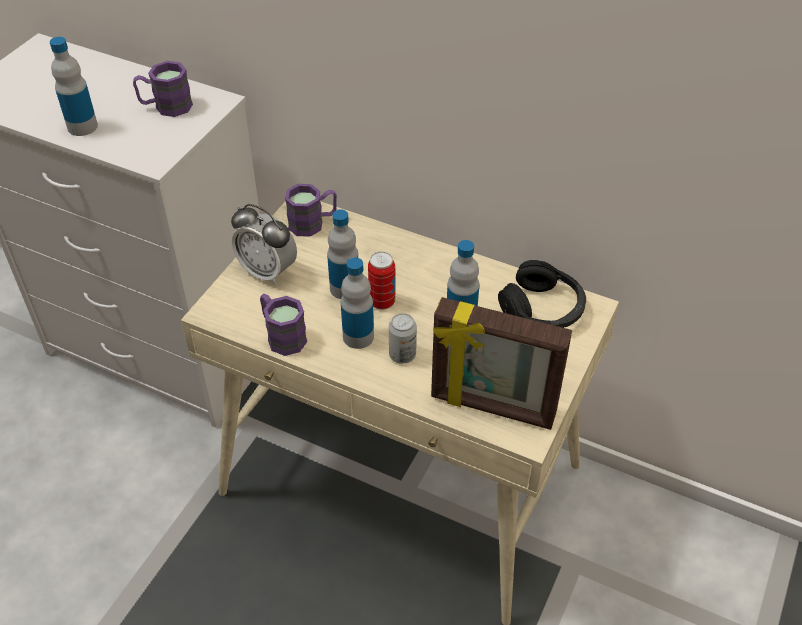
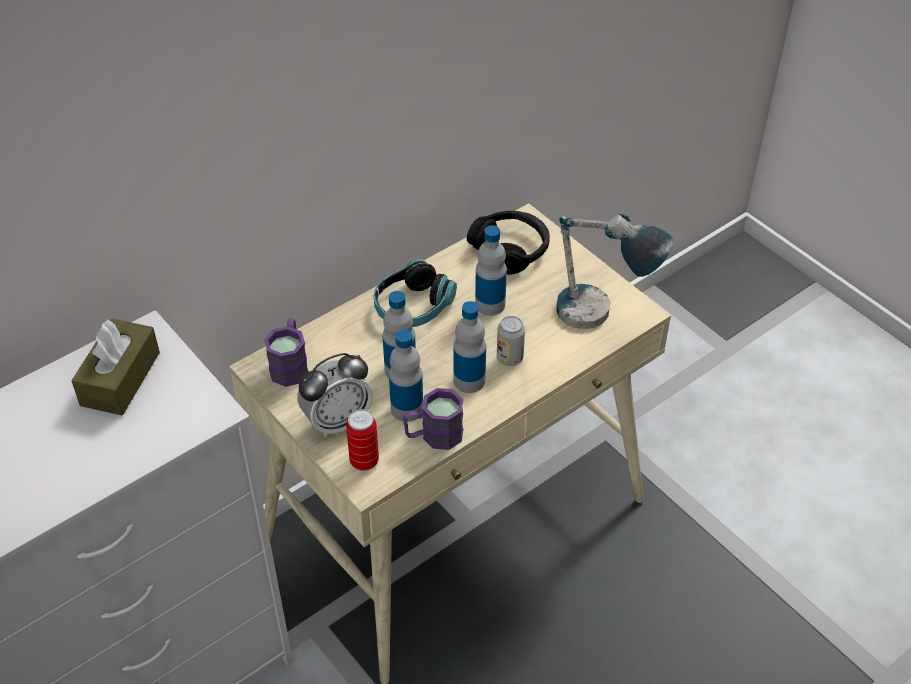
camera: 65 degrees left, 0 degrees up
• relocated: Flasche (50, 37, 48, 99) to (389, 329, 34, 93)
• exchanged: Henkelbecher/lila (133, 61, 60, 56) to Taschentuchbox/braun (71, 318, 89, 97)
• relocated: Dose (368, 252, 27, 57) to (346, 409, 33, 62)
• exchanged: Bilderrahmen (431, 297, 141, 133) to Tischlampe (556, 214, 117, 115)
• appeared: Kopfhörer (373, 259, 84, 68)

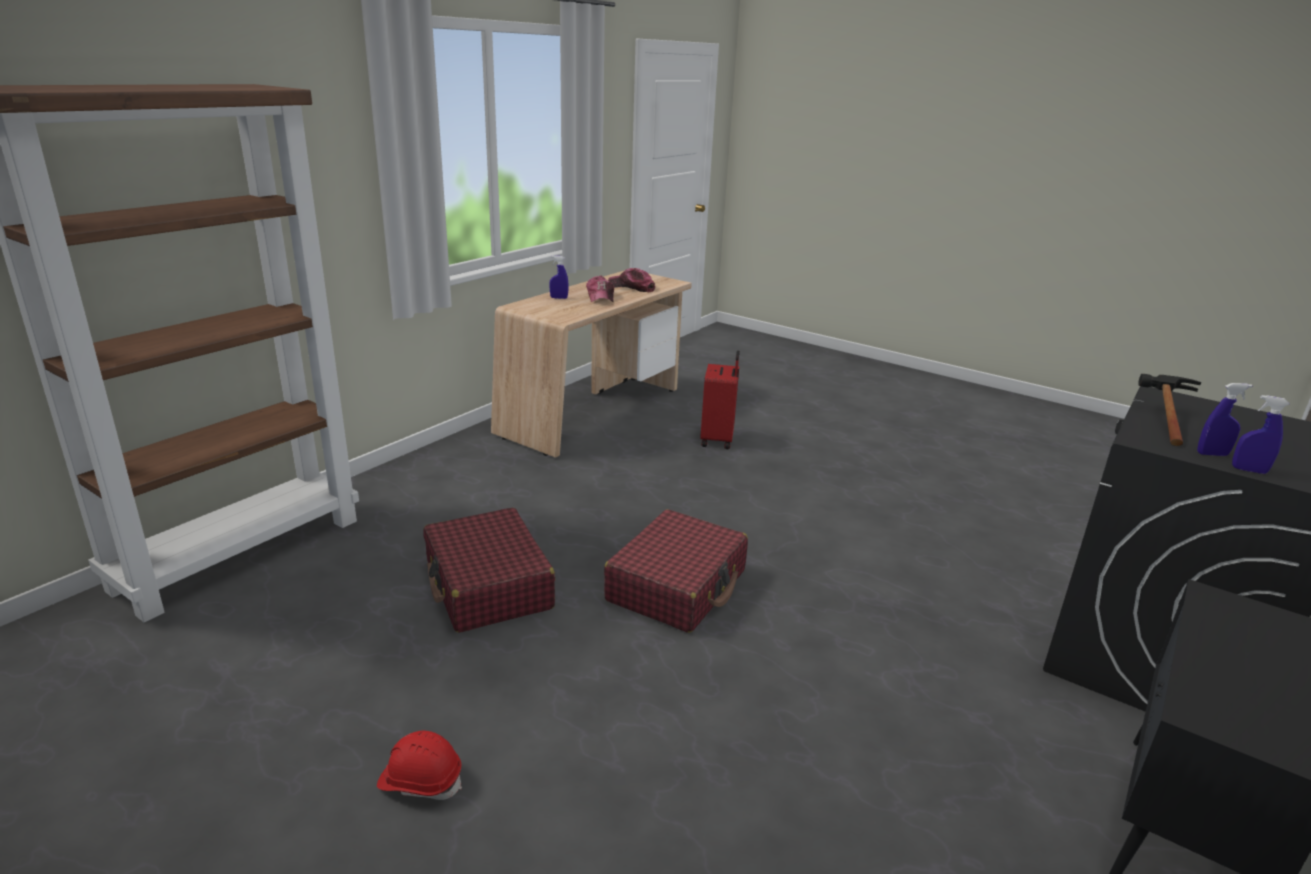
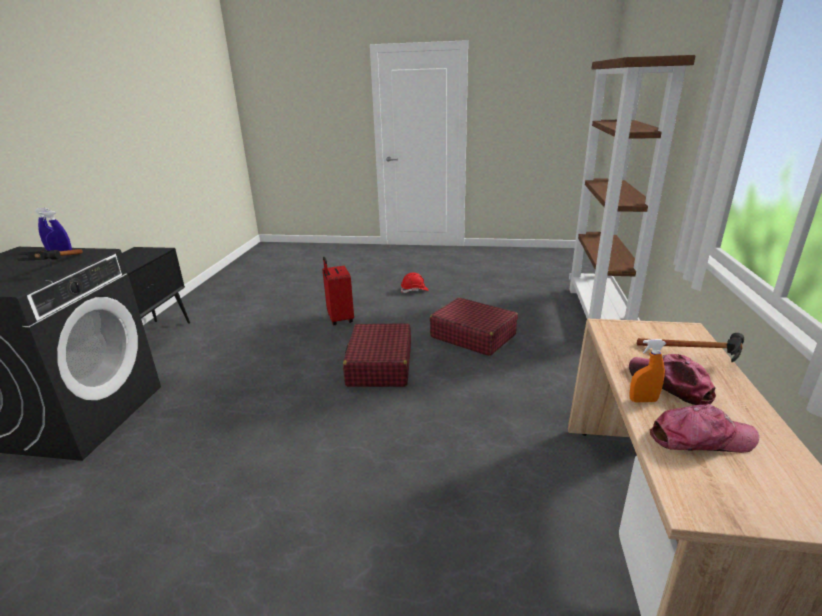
camera: 155 degrees right, 0 degrees up
• exchanged: Sprühflasche/blau (549, 255, 20, 44) to Hammer (637, 333, 107, 29)
• relocated: Koffer/rot (700, 350, 40, 99) to (322, 257, 32, 68)
• appeared: Sprühflasche/orange (629, 339, 37, 63)

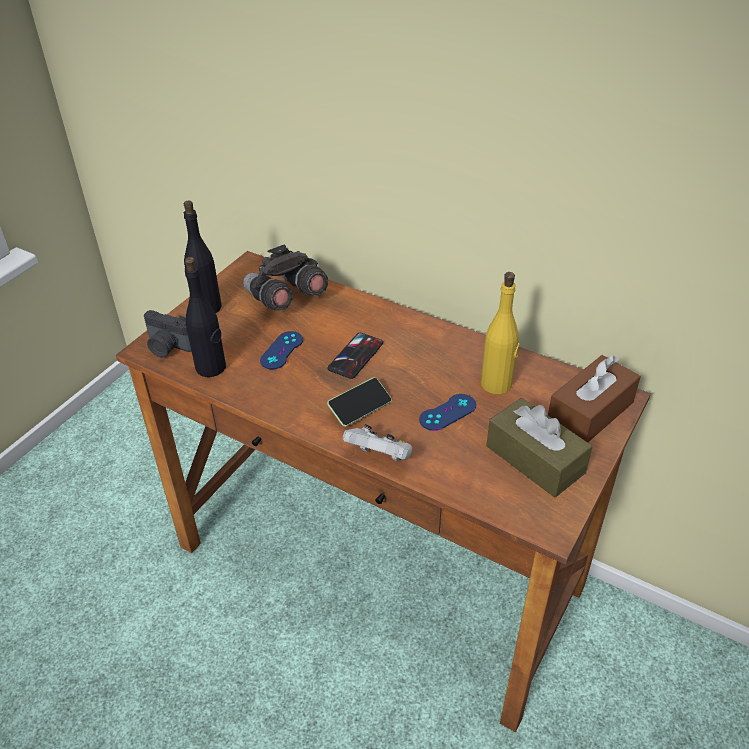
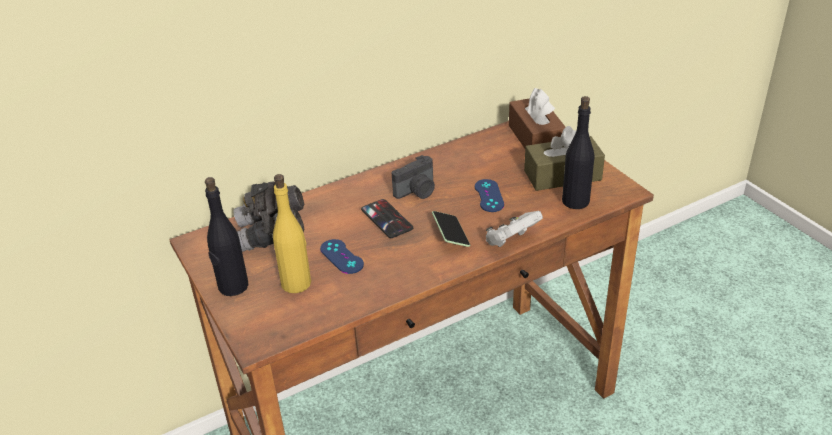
camera: 60 degrees left, 5 degrees down
• relocated: Flasche/schwarz (185, 257, 41, 120) to (562, 96, 32, 113)
• relocated: Flasche/gelb (481, 272, 38, 122) to (273, 174, 38, 119)
• relocated: Kamera (144, 310, 48, 48) to (392, 155, 43, 44)

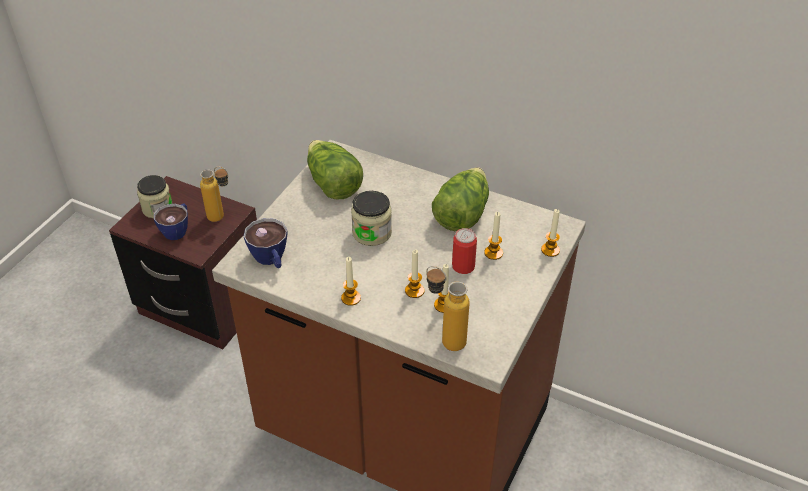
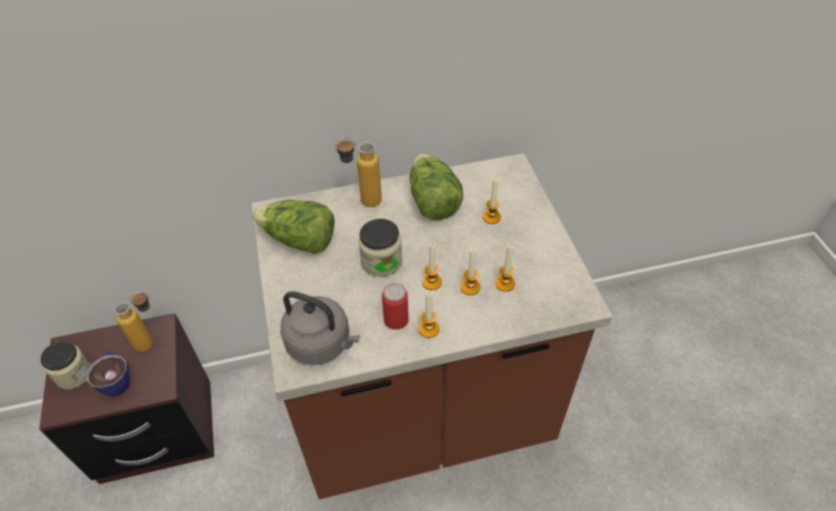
camera: 40 degrees left, 5 degrees up
• relocated: Kerze (541, 209, 19, 48) to (422, 243, 20, 47)
• exchanged: Tasse (244, 218, 43, 50) to Wasserkessel/grau (280, 291, 80, 74)
• relocated: Dose (452, 228, 25, 46) to (382, 282, 27, 48)
• relocated: Flasche (426, 266, 44, 85) to (335, 137, 47, 70)

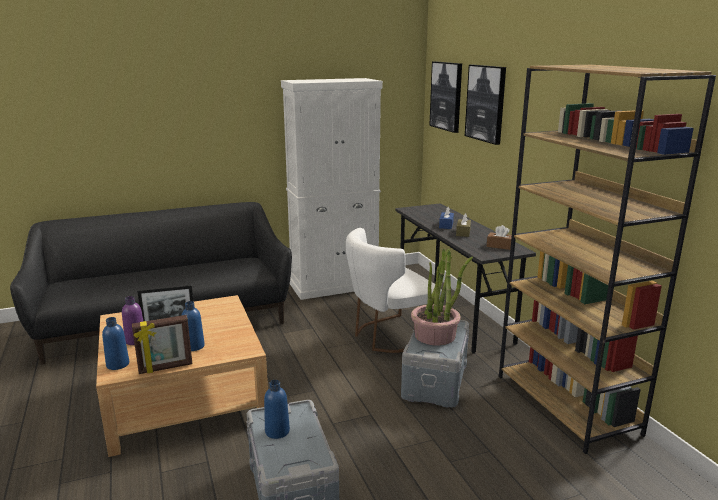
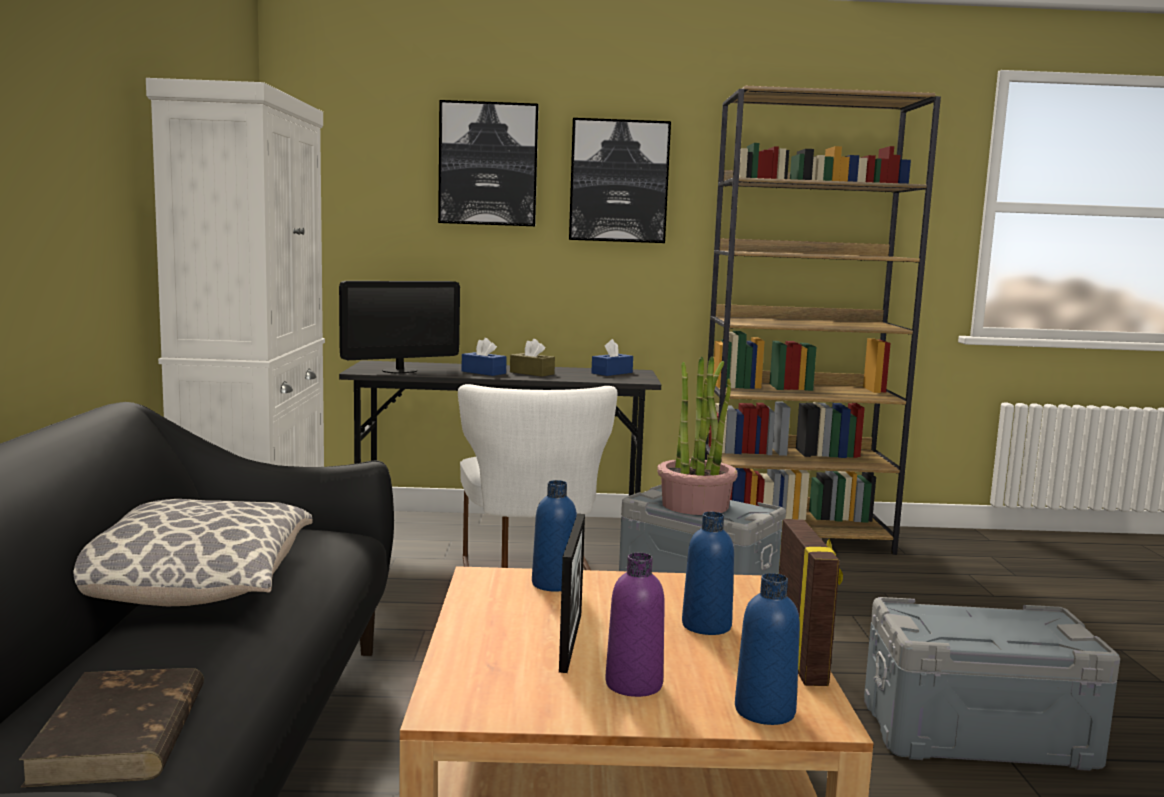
camera: 70 degrees left, 10 degrees down
• relocated: Bild (429, 61, 33, 72) to (569, 118, 102, 125)
• colour: Taschentuchbox/braun (487, 225, 25, 25) to Taschentuchbox/blau (591, 339, 42, 37)
• relocated: Flasche/blau (264, 380, 26, 59) to (532, 480, 45, 112)
• appeared: Monitor (339, 281, 121, 92)
• appeared: Kissen (74, 499, 239, 107)
• appeared: Buch/braun (19, 668, 185, 120)

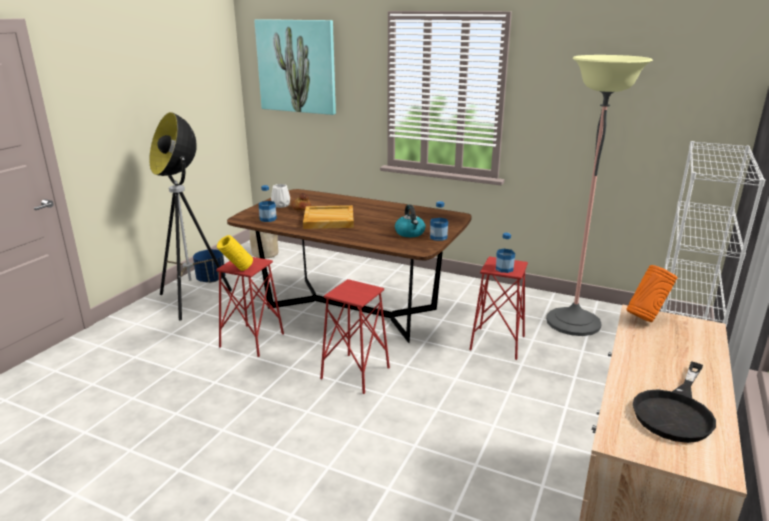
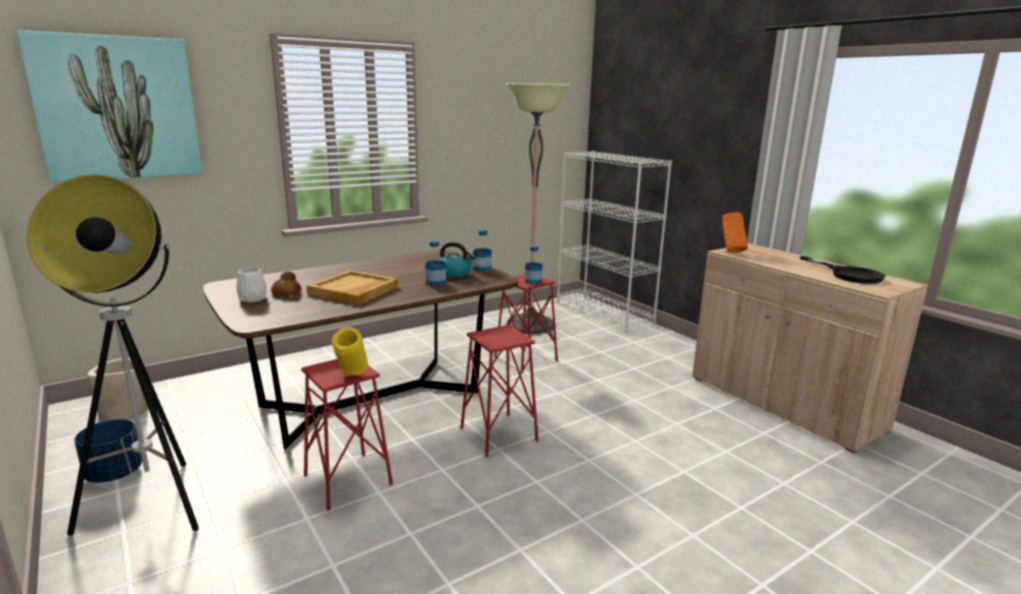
camera: 60 degrees left, 5 degrees down
• relocated: Flasche (259, 185, 18, 37) to (425, 241, 21, 45)

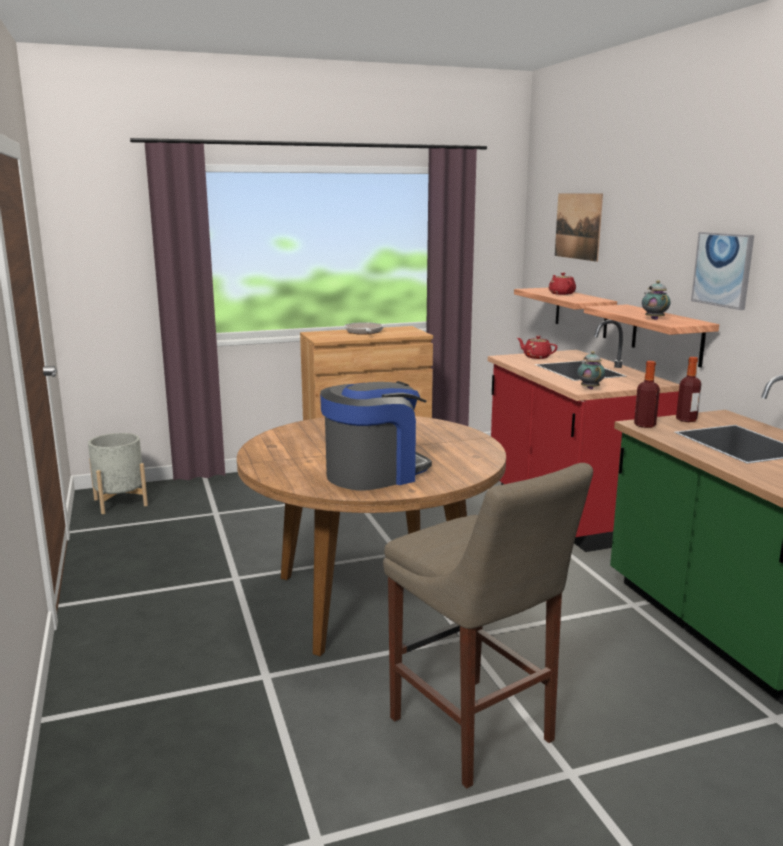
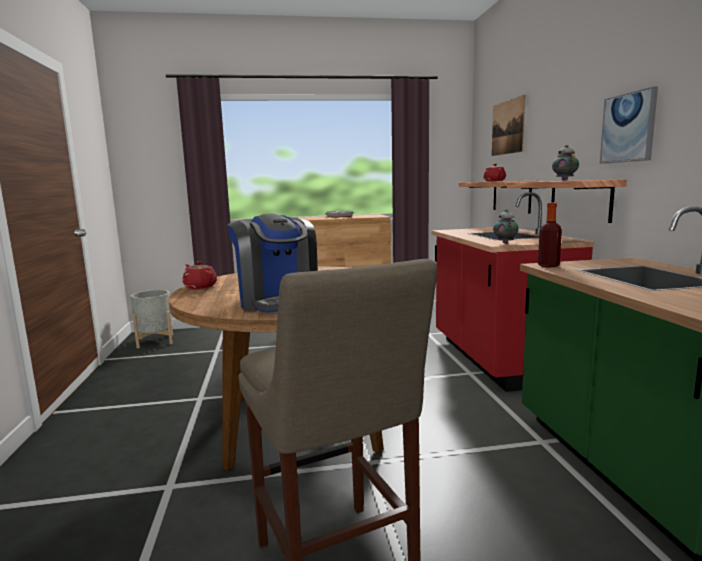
camera: 10 degrees right, 5 degrees down
• relocated: Teekanne/rot (517, 336, 41, 23) to (182, 261, 35, 28)
• missing: Flasche (676, 357, 25, 65)
• spun: Kaffeemaschine (320, 381, 112, 109) = (228, 214, 90, 99) 90 degrees clockwise

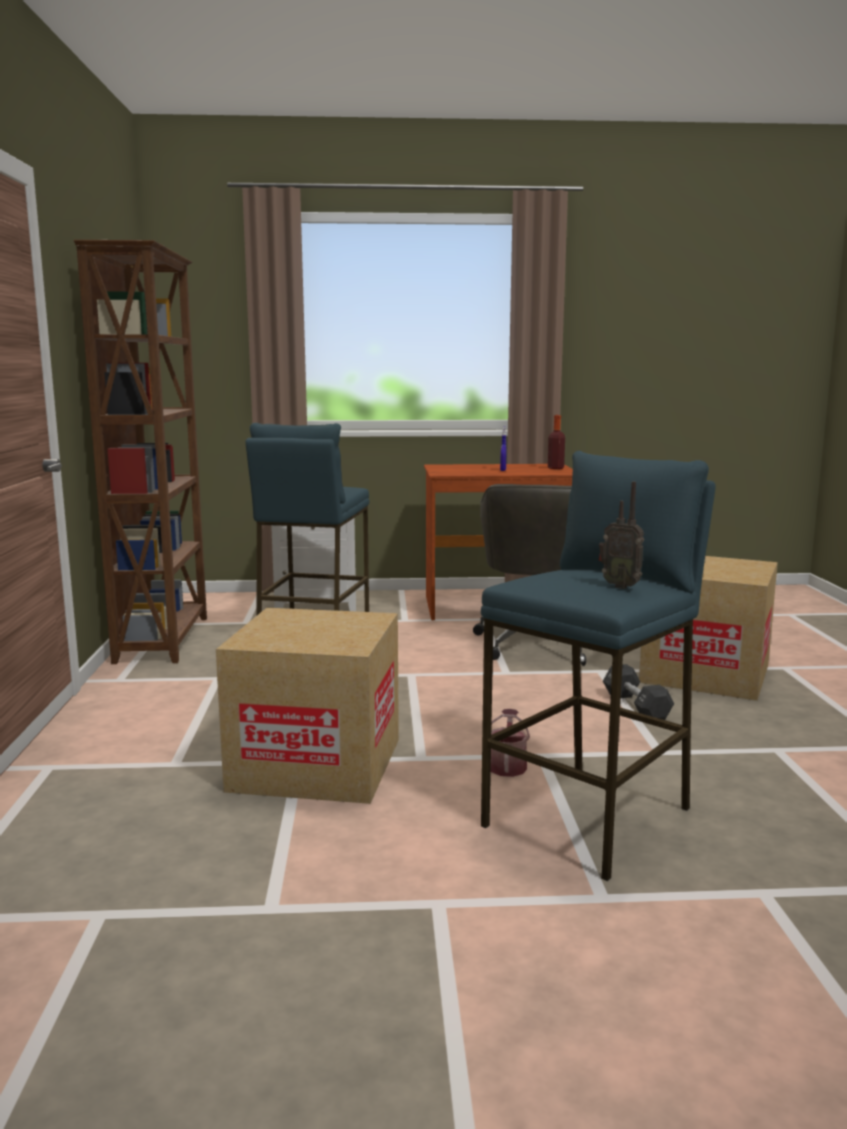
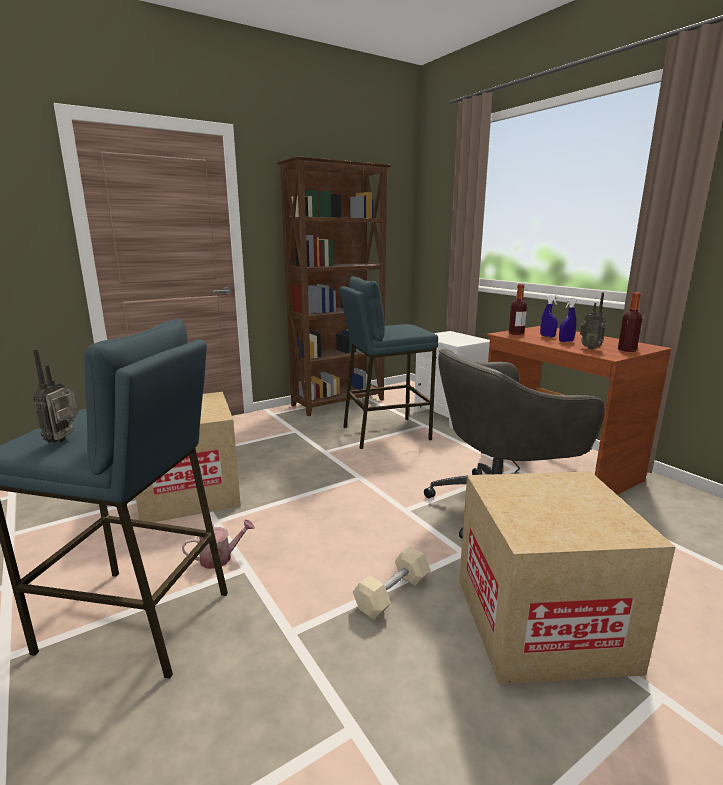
camera: 60 degrees right, 5 degrees up
• colour: Hantel/schwarz (603, 664, 71, 56) to Hantel/beige (353, 546, 78, 74)
• appeared: Flasche (509, 284, 18, 51)
• appeared: Radio (580, 292, 26, 57)
• appeared: Sprühflasche/blau (540, 295, 19, 42)

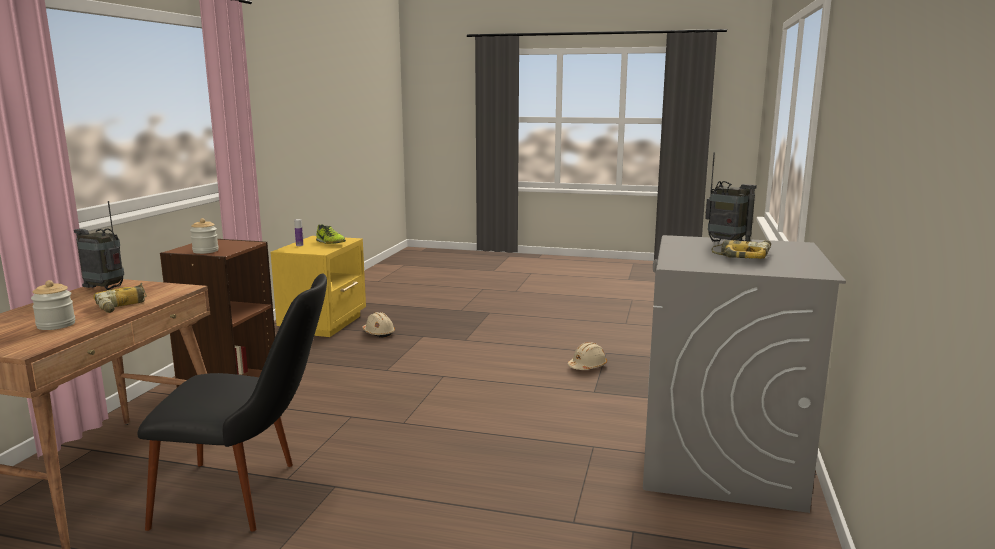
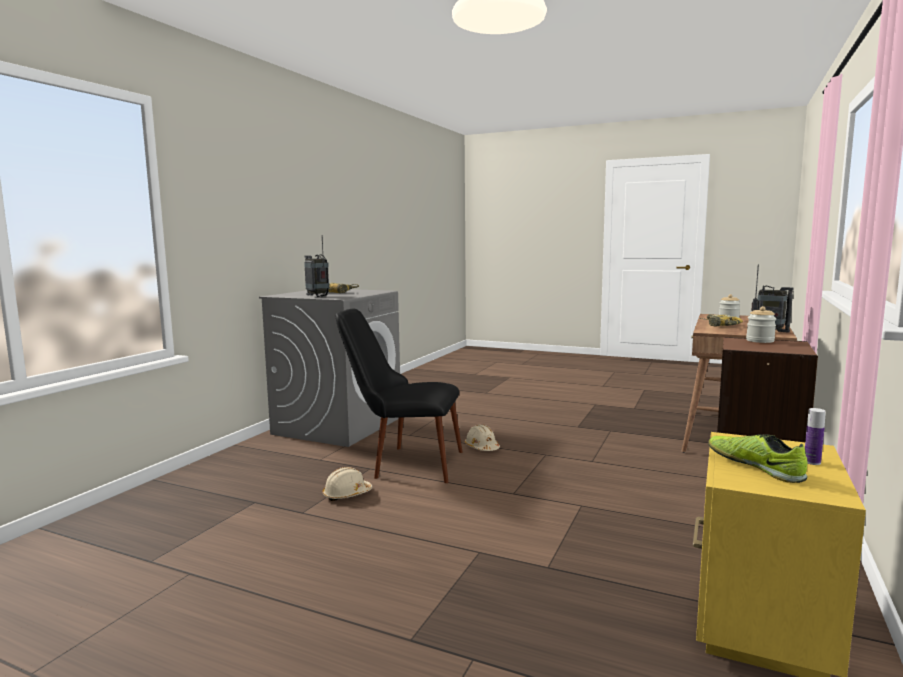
camera: 170 degrees left, 5 degrees down
• relocated: Stuhl/schwarz (137, 274, 190, 258) to (336, 309, 127, 174)
• relocated: Schutzhelm/beige (362, 312, 33, 26) to (465, 425, 35, 26)

